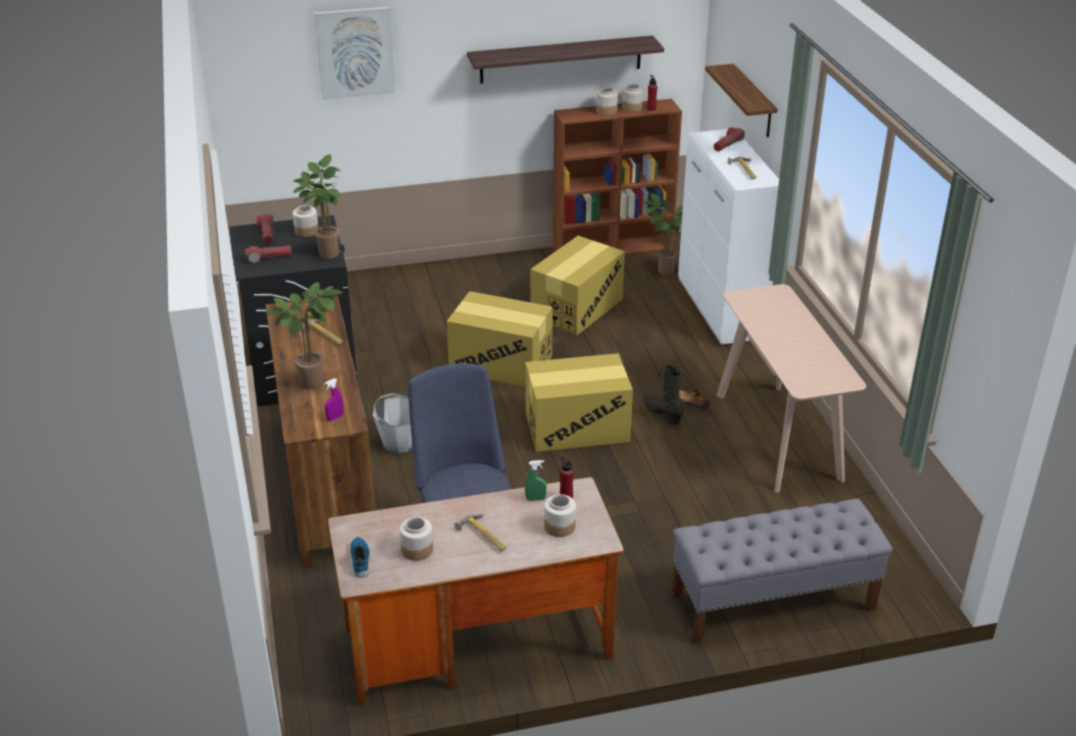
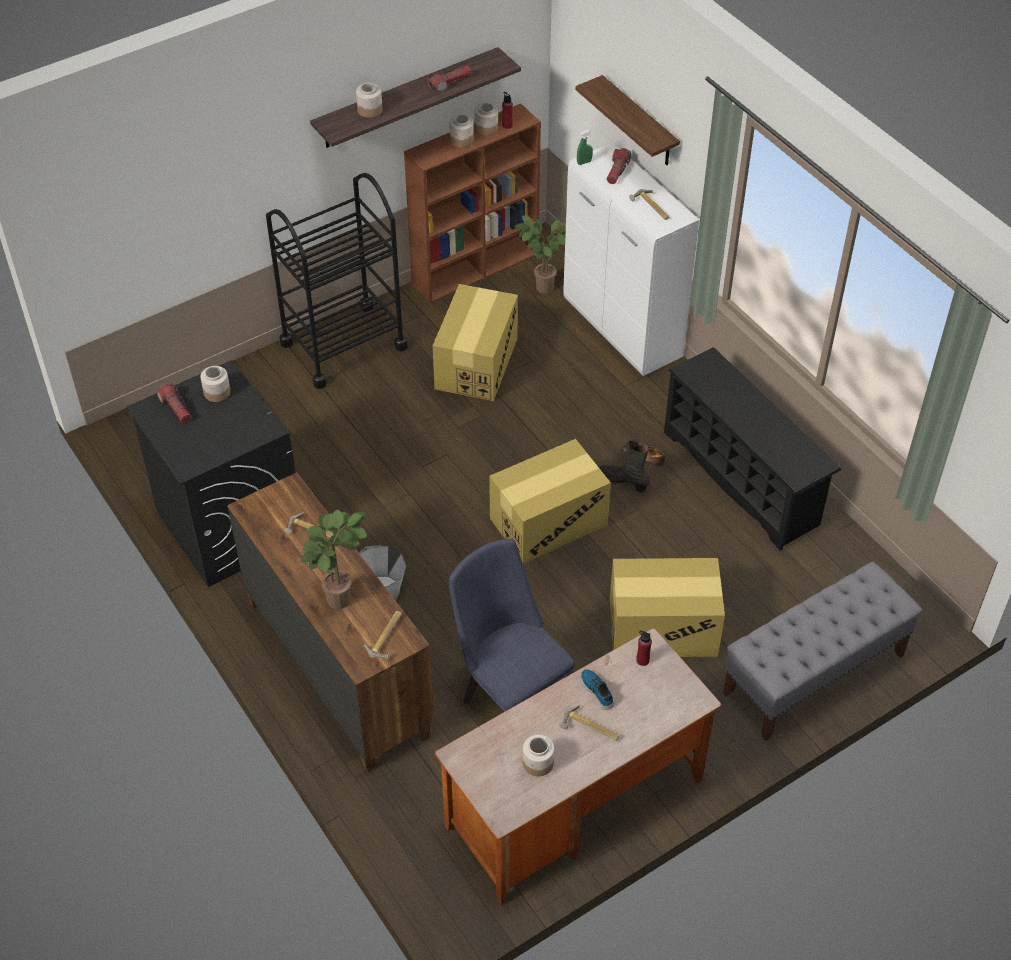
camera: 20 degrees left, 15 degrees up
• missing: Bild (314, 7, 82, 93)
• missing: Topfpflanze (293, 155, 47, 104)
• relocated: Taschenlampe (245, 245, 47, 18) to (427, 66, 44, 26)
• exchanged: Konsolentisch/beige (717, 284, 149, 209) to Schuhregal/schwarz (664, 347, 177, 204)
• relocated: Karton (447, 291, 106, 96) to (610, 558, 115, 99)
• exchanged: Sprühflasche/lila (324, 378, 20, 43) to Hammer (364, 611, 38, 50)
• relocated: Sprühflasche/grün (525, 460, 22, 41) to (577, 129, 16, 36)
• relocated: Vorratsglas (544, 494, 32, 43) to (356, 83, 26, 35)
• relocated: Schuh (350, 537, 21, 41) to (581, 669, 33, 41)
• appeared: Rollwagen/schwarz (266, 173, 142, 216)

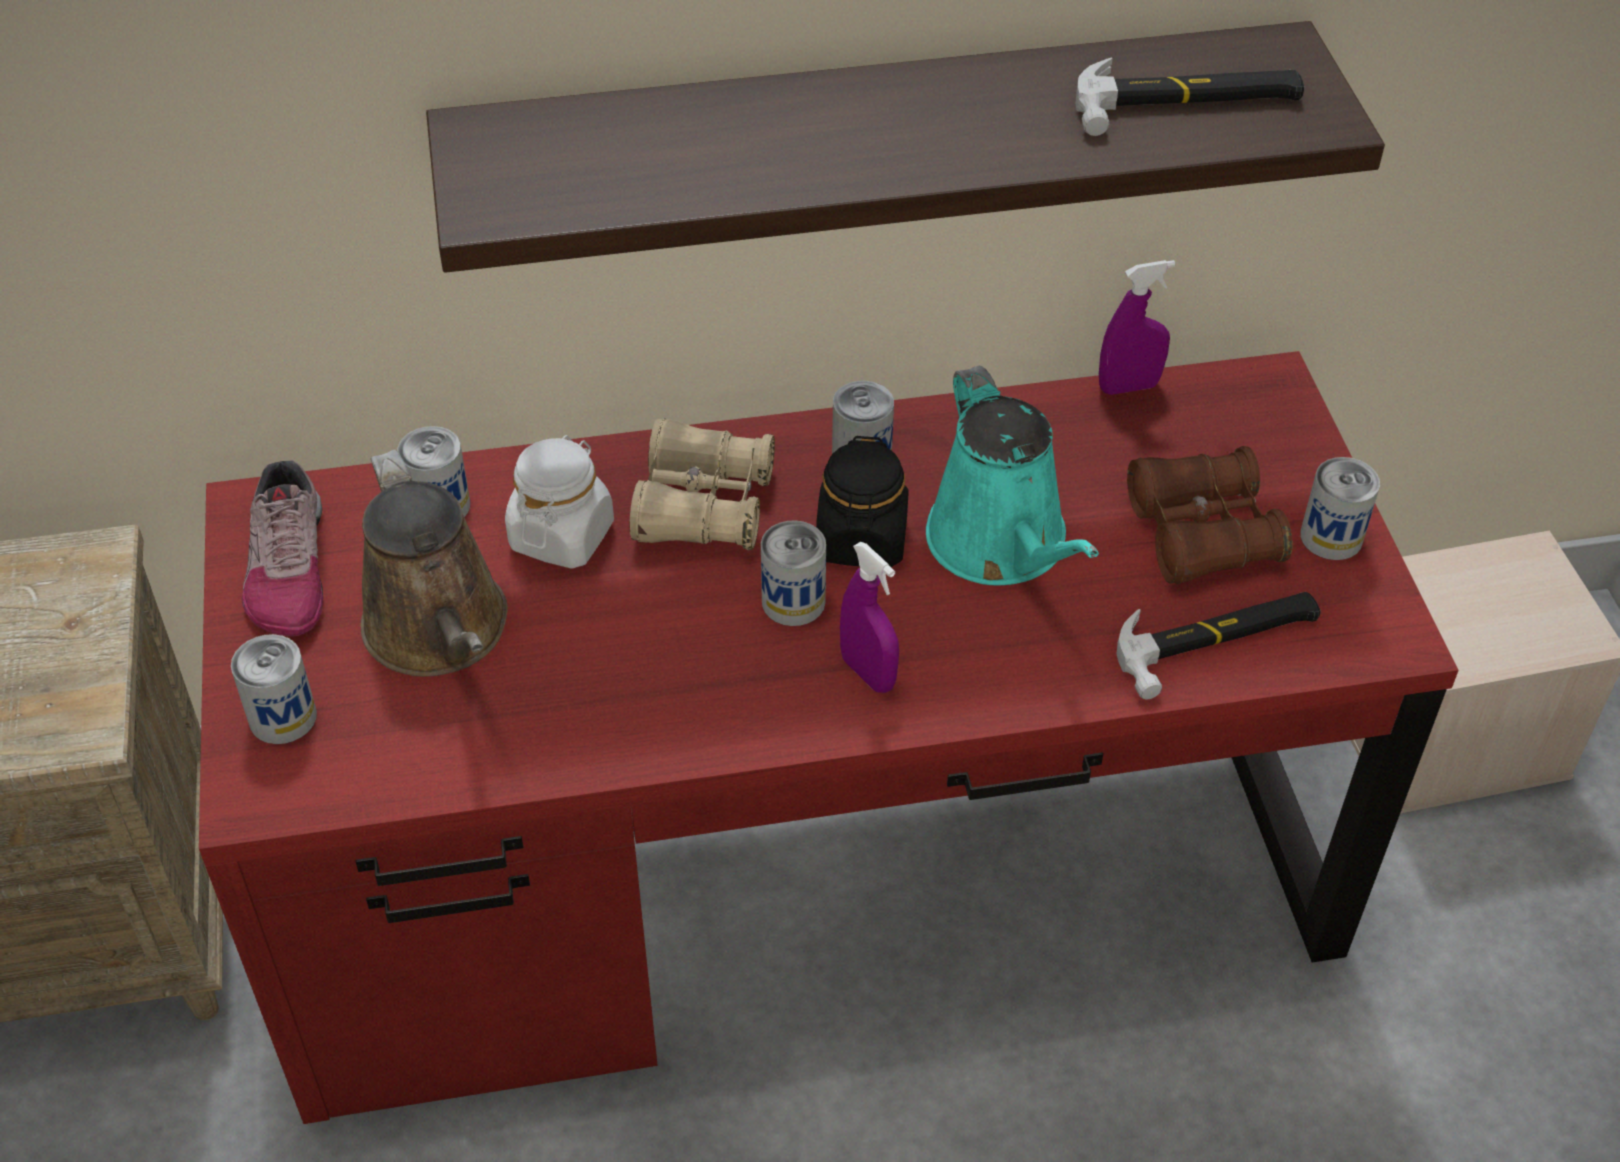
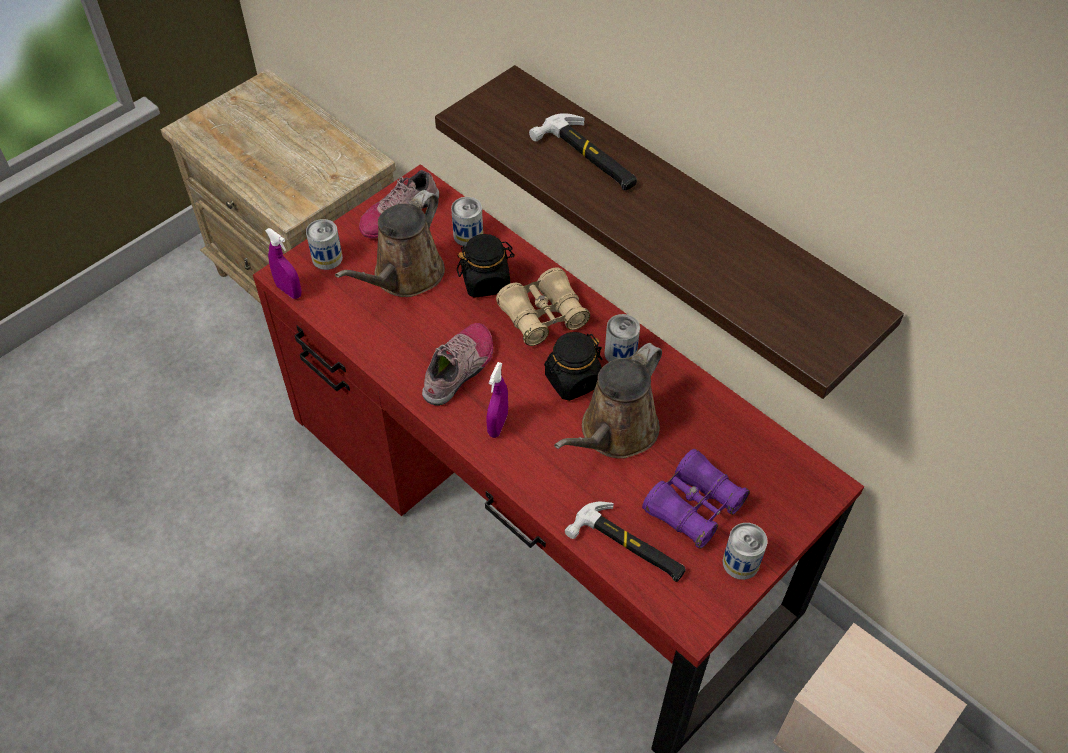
camera: 55 degrees right, 5 degrees up
• relocated: Hammer (1075, 58, 229, 78) to (529, 113, 108, 78)
• relocated: Sprühflasche/lila (1099, 260, 76, 135) to (265, 228, 36, 71)
• colour: Gießkanne/türkis (926, 366, 173, 219) to Gießkanne/braun (554, 343, 108, 116)
• colour: Vorratsglas/weiß (505, 435, 109, 134) to Vorratsglas/schwarz (457, 234, 58, 64)
• colour: Fernglas/braun (1127, 446, 166, 138) to Fernglas/lila (642, 449, 108, 100)
• missing: Dose (761, 520, 65, 106)
• appeared: Schuh (422, 323, 71, 83)

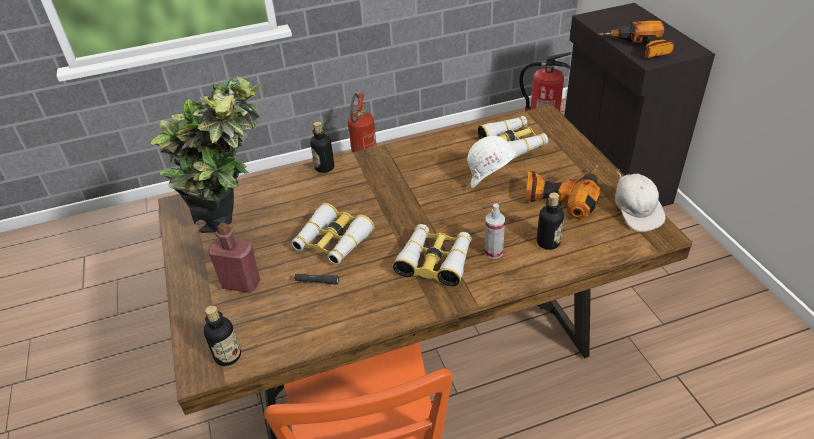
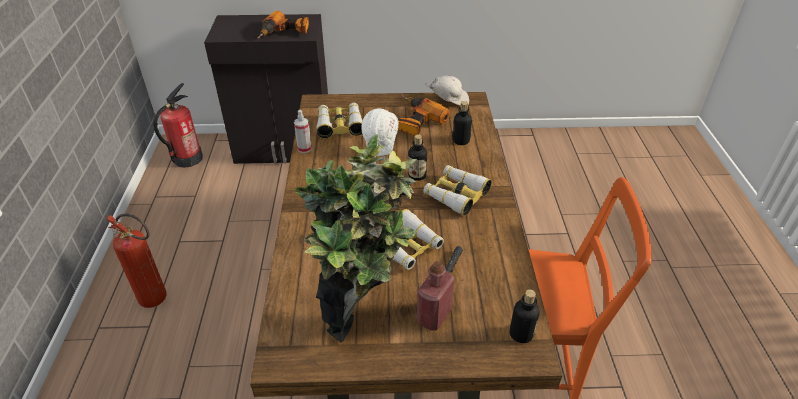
camera: 75 degrees left, 0 degrees up
• relocated: Flasche (310, 121, 24, 52) to (408, 134, 19, 47)
• relocated: Sprühflasche (484, 204, 21, 55) to (294, 110, 18, 43)

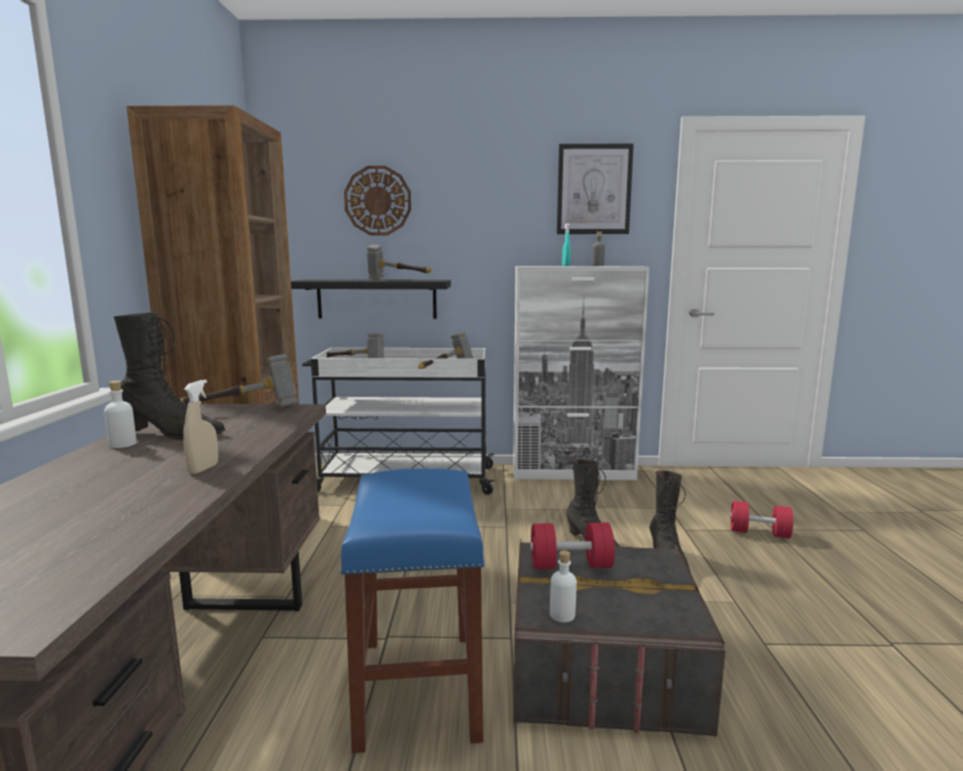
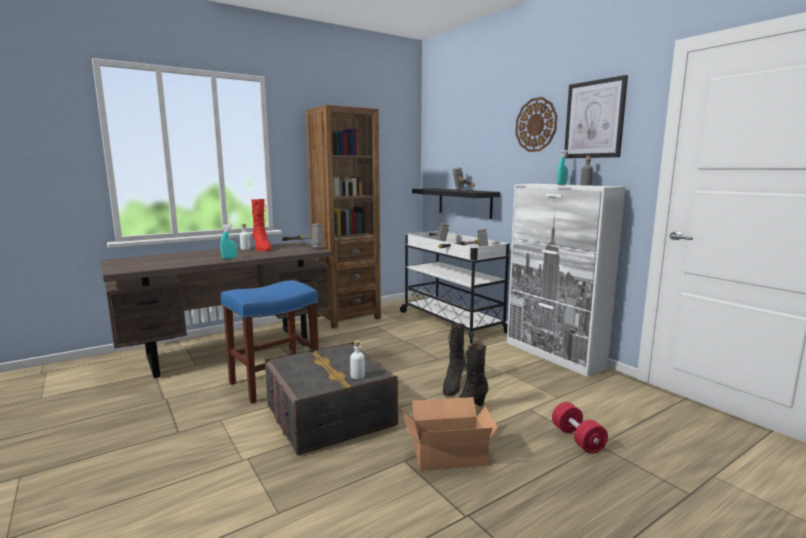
camera: 55 degrees right, 0 degrees up
• relocated: Wanduhr (344, 166, 67, 69) to (515, 97, 42, 55)
• colour: Stiefel/schwarz (114, 312, 111, 128) to Stiefel/rot (251, 199, 20, 53)
• colour: Sprühflasche/beige (183, 380, 35, 94) to Sprühflasche/türkis (220, 224, 17, 35)
• missing: Hantel/rot (530, 522, 85, 47)
• relocated: Flasche/weiß (550, 550, 27, 72) to (350, 340, 15, 39)
• appeared: Karton (404, 397, 94, 74)

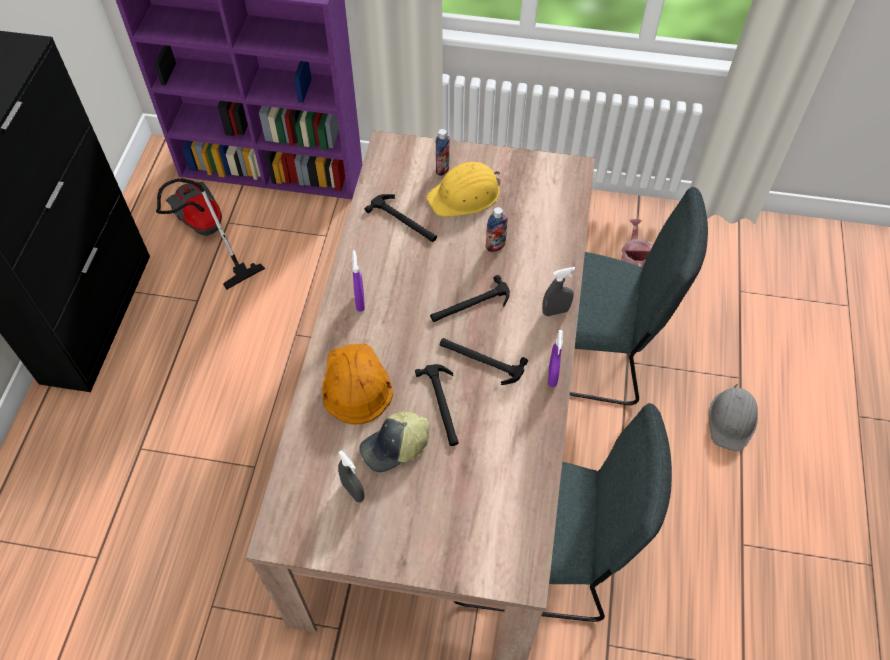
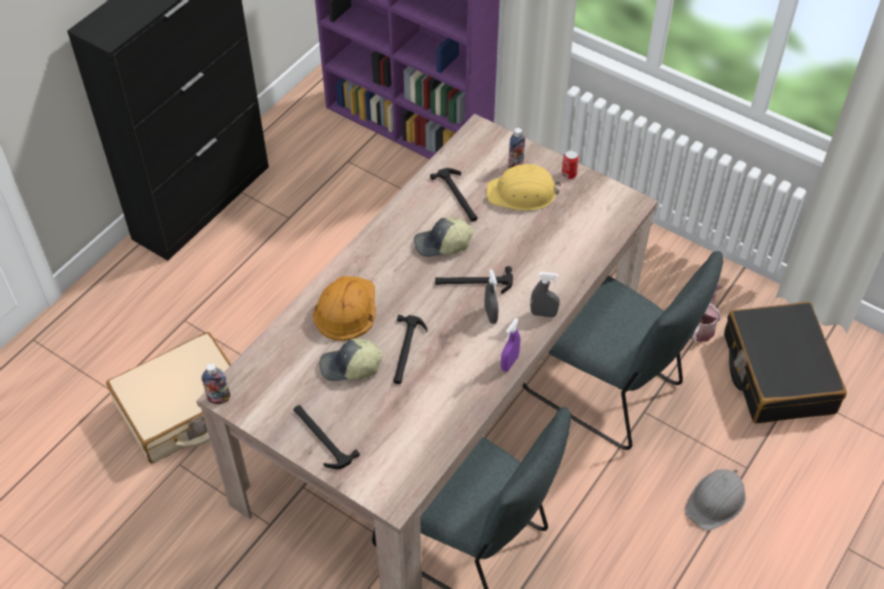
camera: 25 degrees right, 5 degrees down
• missing: Staubsauger (156, 178, 109, 112)
• relocated: Flasche (486, 207, 22, 45) to (201, 363, 29, 41)
• missing: Sprühflasche/lila (352, 250, 13, 62)
• relocated: Hammer (440, 338, 88, 47) to (293, 405, 67, 64)
• relocated: Sprühflasche/grau (338, 450, 27, 52) to (485, 270, 13, 54)
• appeared: Dose (561, 150, 18, 29)
• appeared: Kappe (414, 217, 59, 40)
• appeared: Koffer/schwarz (724, 302, 123, 122)
• appeared: Koffer/beige (106, 332, 125, 132)

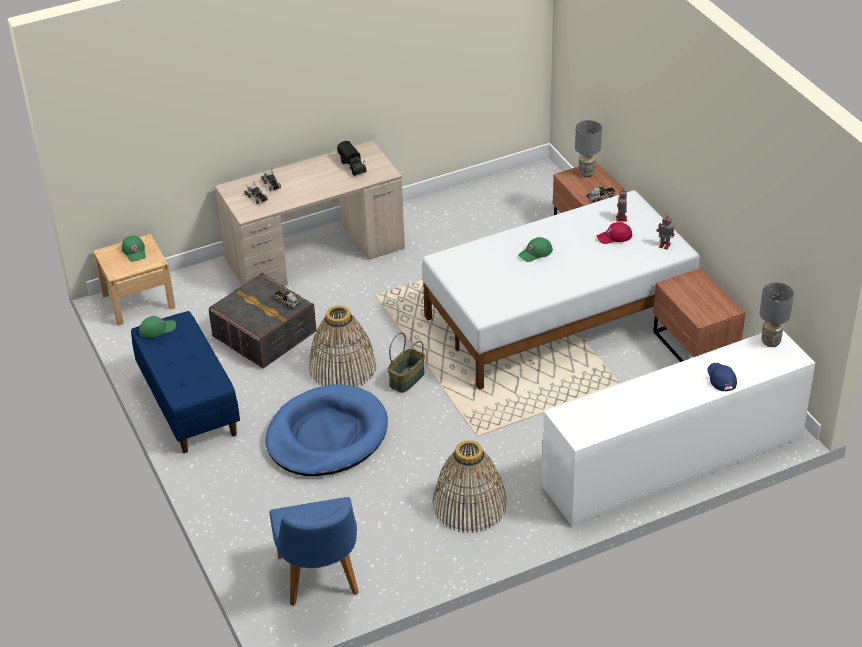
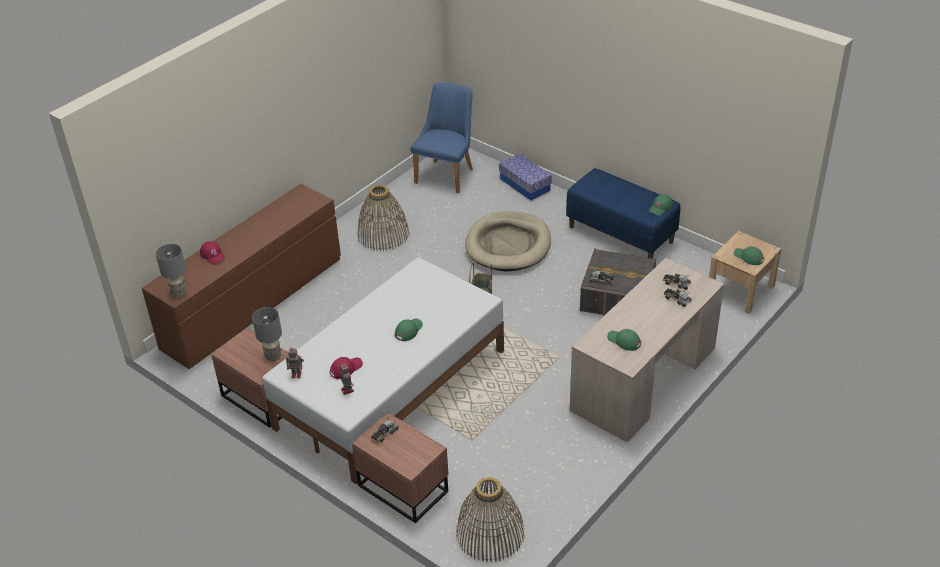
camera: 155 degrees right, 0 degrees up
• relocated: Tischlampe/grau (575, 120, 27, 57) to (252, 307, 30, 54)
• exchanged: Spielzeuglaster (337, 141, 30, 35) to Kappe/grün (607, 329, 34, 22)
• relocated: Korb (309, 305, 67, 82) to (456, 477, 68, 85)
• colour: Kommode/weiß (542, 331, 273, 195) to Kommode/braun (142, 184, 199, 185)
• colour: Kappe/blau (707, 363, 30, 28) to Kappe/rot (200, 241, 25, 23)
• colour: Hundebett/blau (266, 384, 122, 92) to Hundebett/beige (465, 211, 86, 60)
• spun: Stuhl/blau (269, 497, 90, 109) = (410, 83, 63, 110) 60 degrees clockwise
• appeared: Aufbewahrungsbox (499, 153, 53, 47)

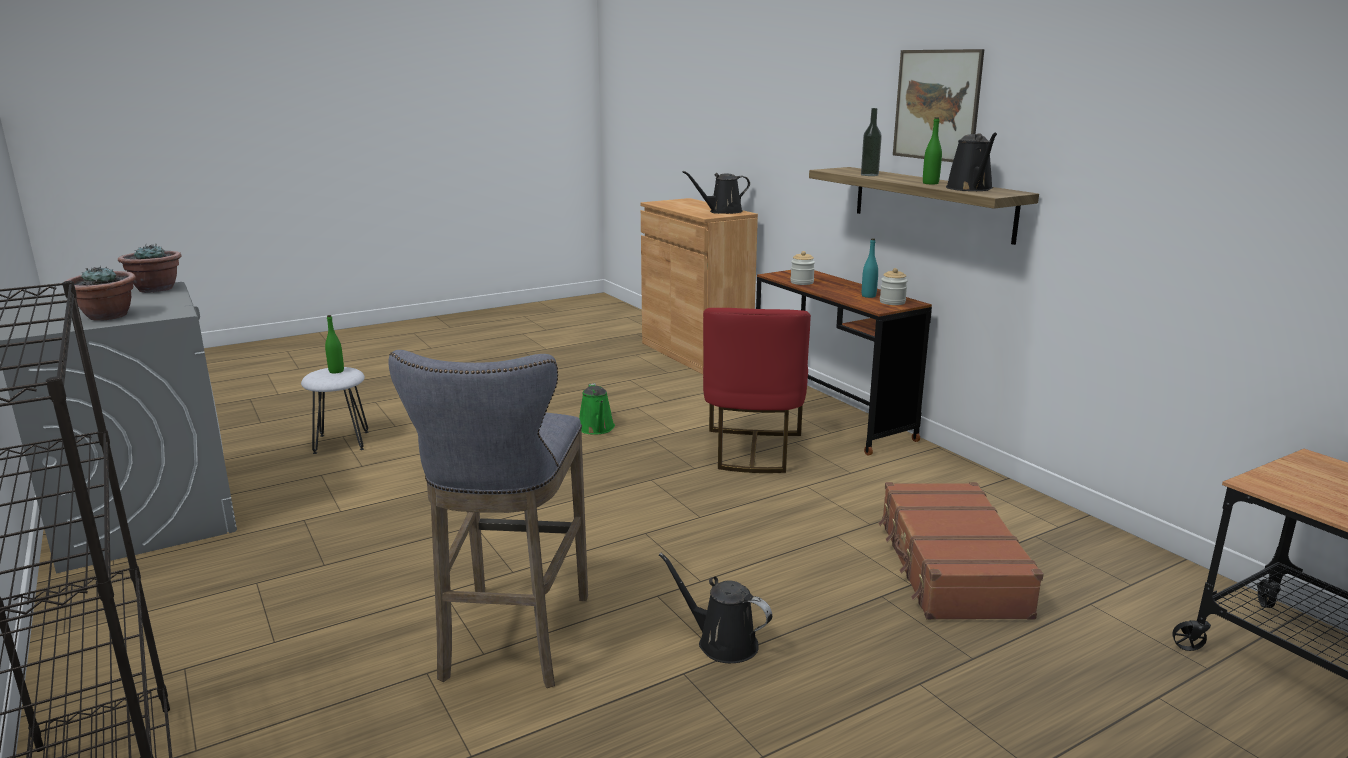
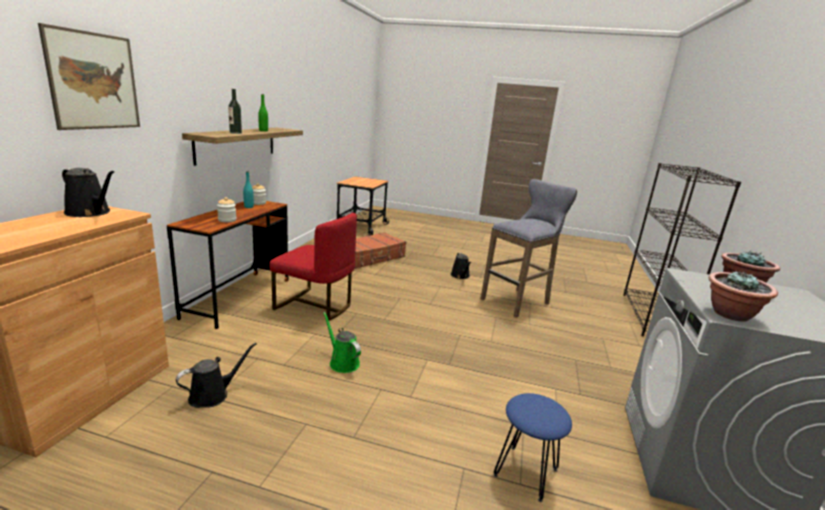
camera: 135 degrees left, 0 degrees up
• relocated: Bild (893, 49, 91, 113) to (38, 23, 102, 107)
• relocated: Gießkanne/schwarz (946, 133, 51, 58) to (176, 343, 80, 65)
• spun: Stuhl/rot (703, 308, 108, 165) = (269, 213, 88, 108) 60 degrees clockwise
• missing: Flasche/grün (325, 315, 19, 58)
• colour: Hocker/weiß (301, 367, 68, 87) to Hocker/blau (493, 393, 79, 109)
• spun: Gießkanne/grün (579, 383, 36, 52) = (323, 312, 38, 61) 75 degrees counterclockwise

